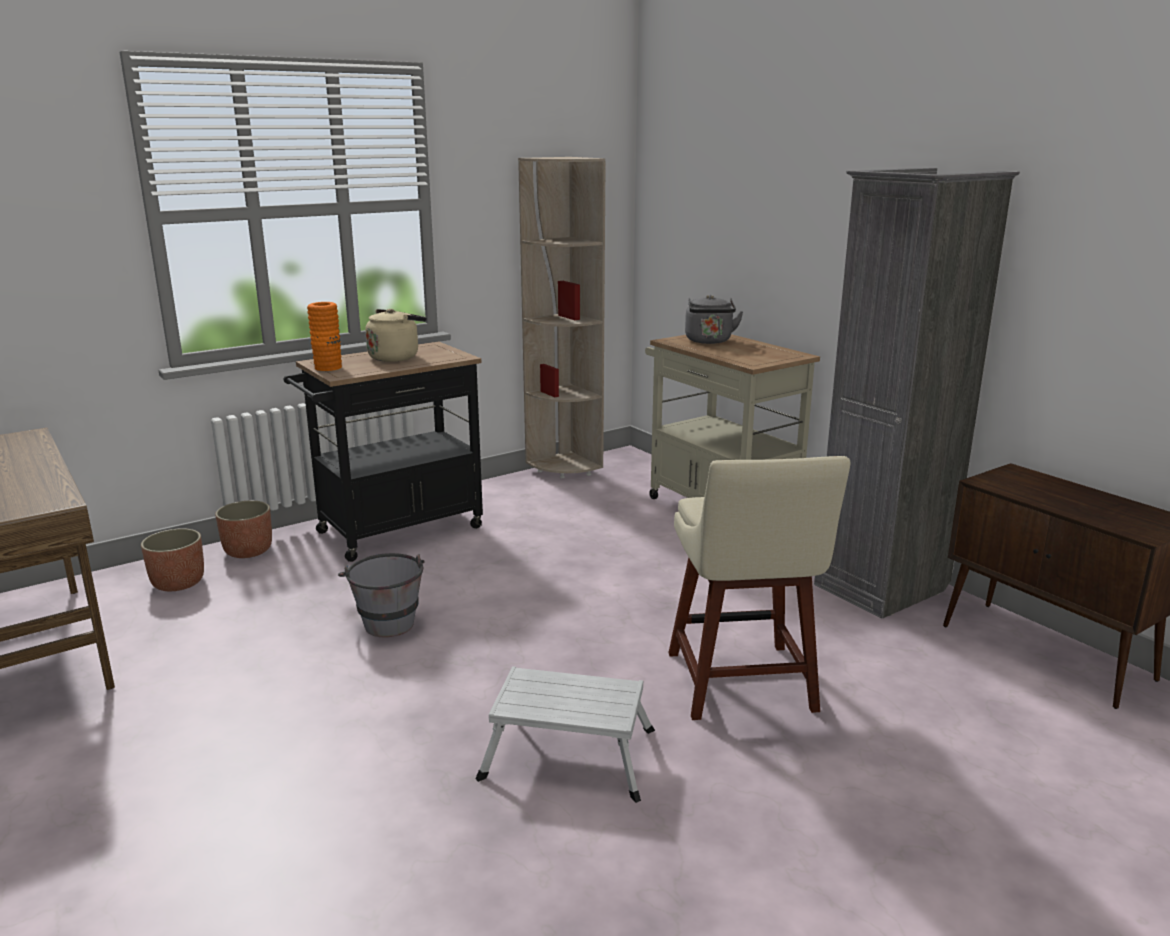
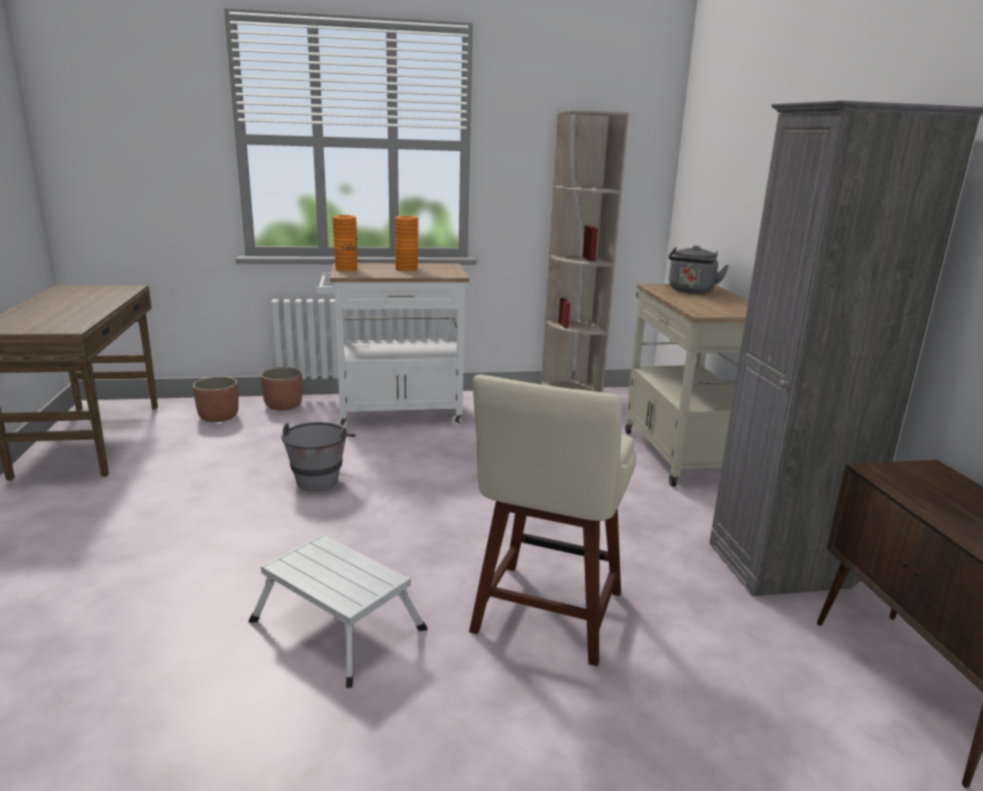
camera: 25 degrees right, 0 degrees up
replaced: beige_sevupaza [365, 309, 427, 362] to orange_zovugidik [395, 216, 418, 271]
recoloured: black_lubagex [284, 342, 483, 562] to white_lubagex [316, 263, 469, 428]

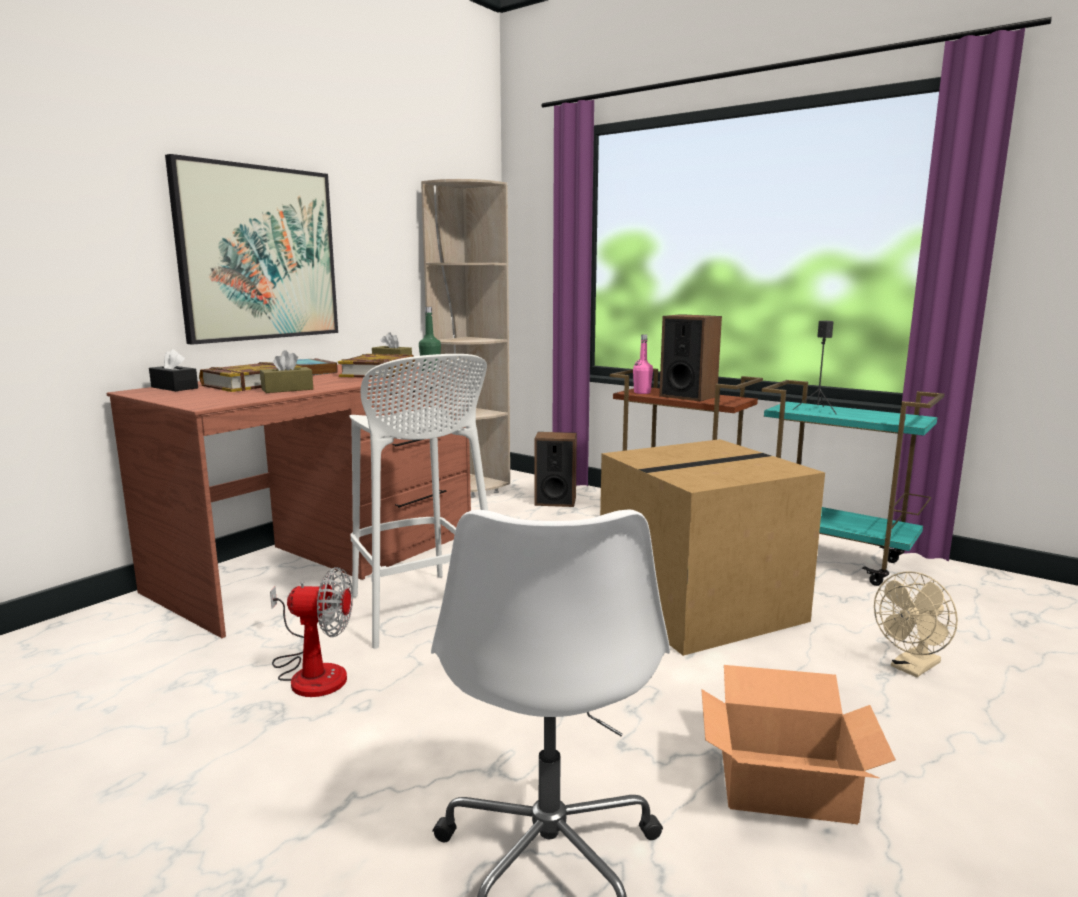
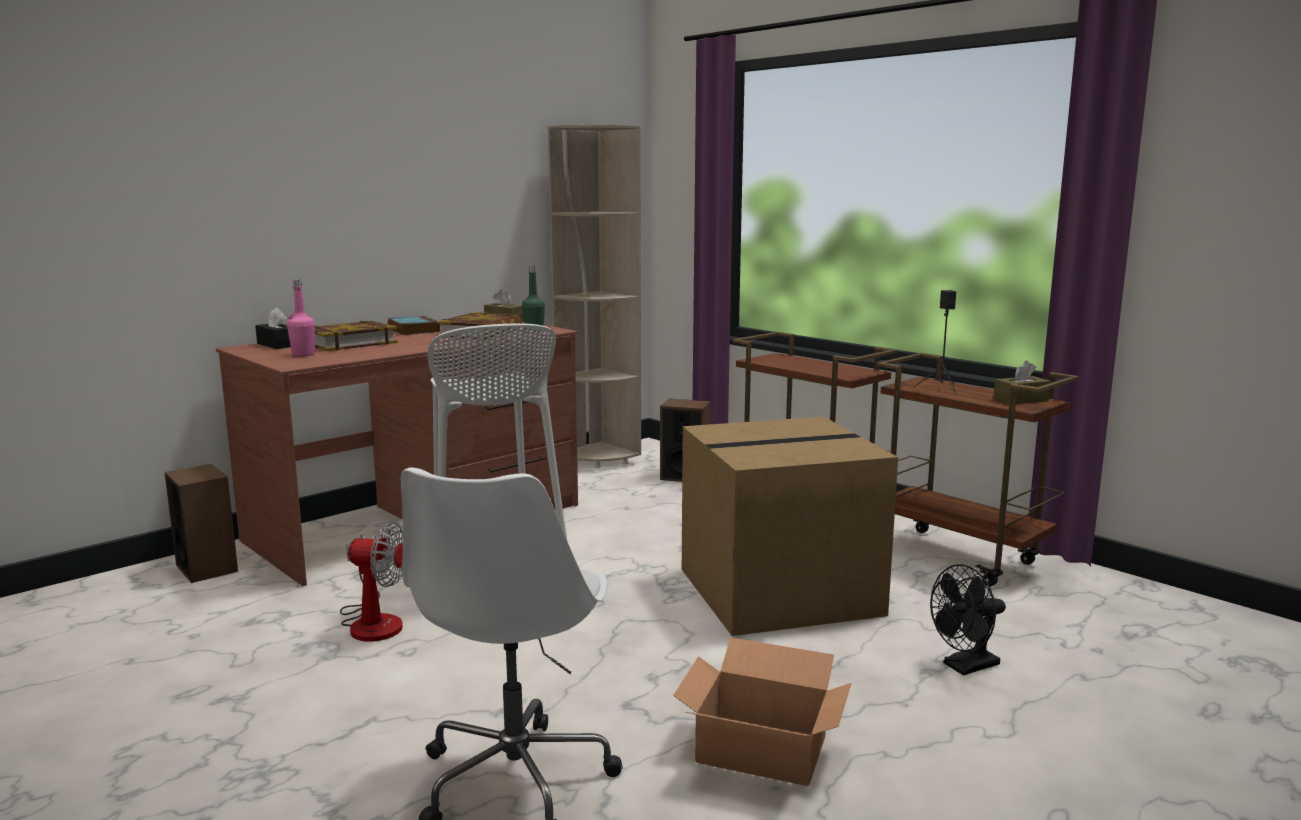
camera: 10 degrees right, 0 degrees up
removed: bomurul [165, 154, 338, 345]
moved: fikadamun [659, 314, 722, 401] to [164, 464, 238, 583]; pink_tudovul [633, 334, 653, 394] to [287, 279, 315, 357]; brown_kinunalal [260, 350, 313, 393] to [993, 361, 1051, 404]
recoloured: turquoise_lubagex [762, 380, 944, 586] to brown_lubagex [877, 353, 1079, 586]; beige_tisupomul [874, 571, 958, 677] to black_tisupomul [930, 564, 1006, 675]

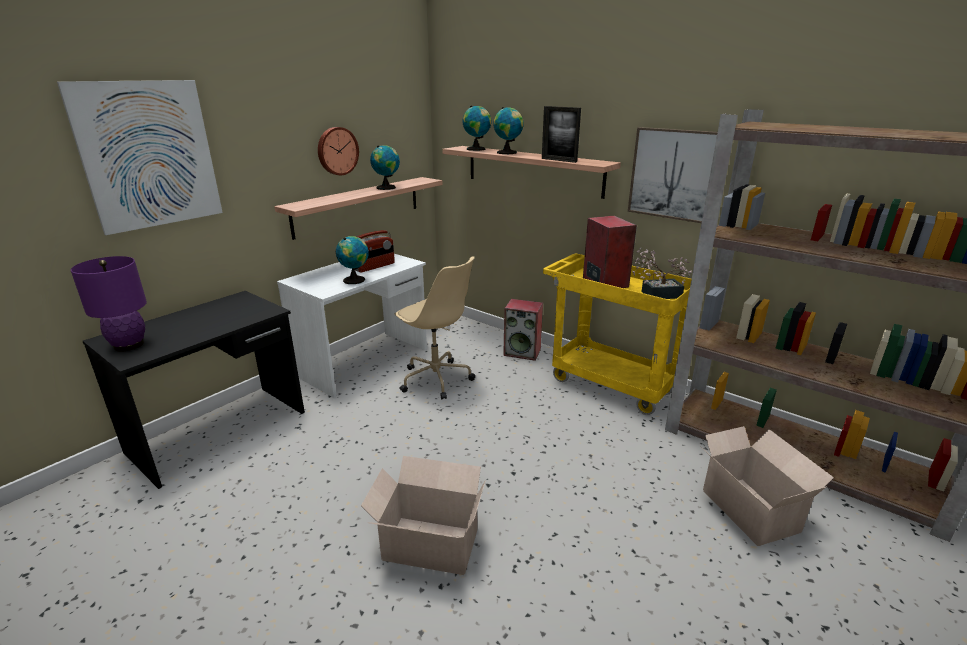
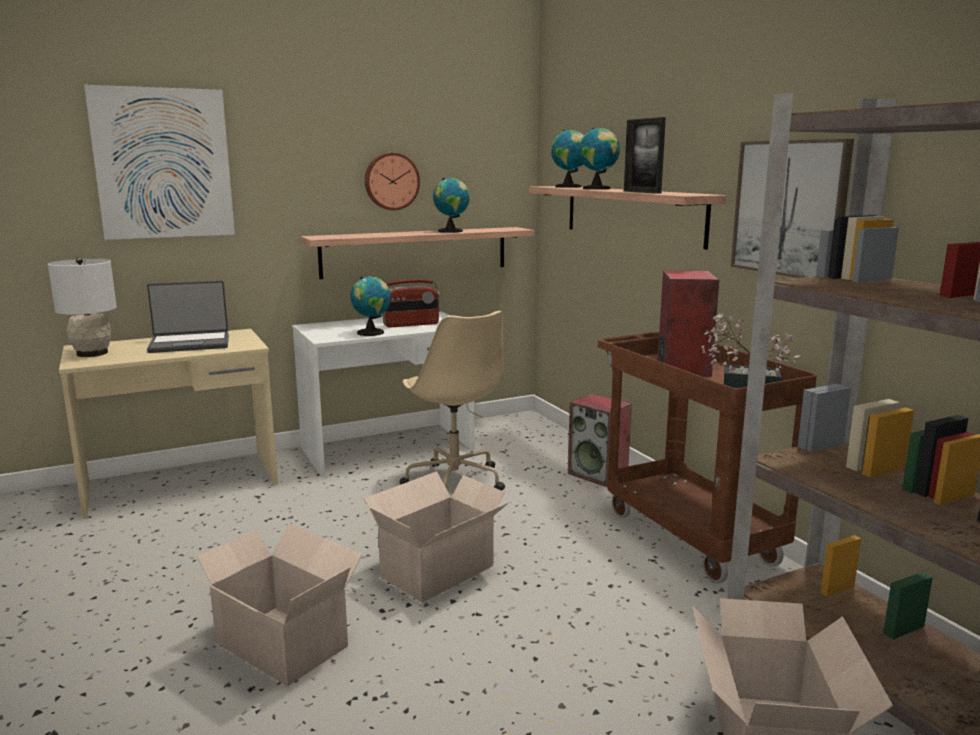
camera: 25 degrees right, 10 degrees down
added: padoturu [147, 281, 229, 353]; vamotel [364, 471, 510, 603]
recoloured: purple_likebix [71, 256, 147, 352] to white_likebix [48, 257, 117, 357]; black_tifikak [83, 291, 305, 489] to beige_tifikak [59, 329, 278, 519]; yellow_lubagex [543, 253, 691, 415] to brown_lubagex [598, 332, 817, 583]

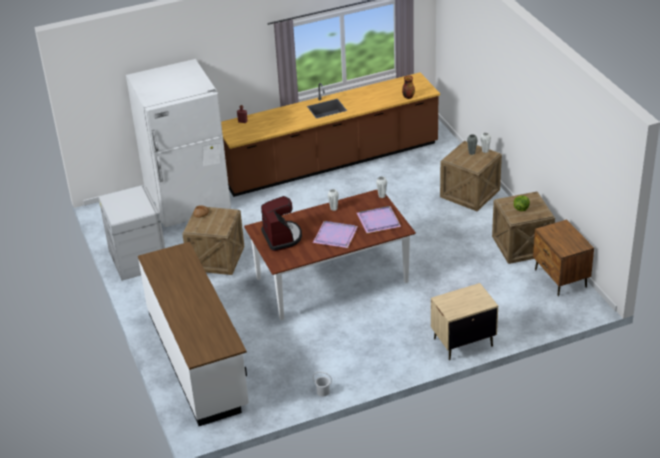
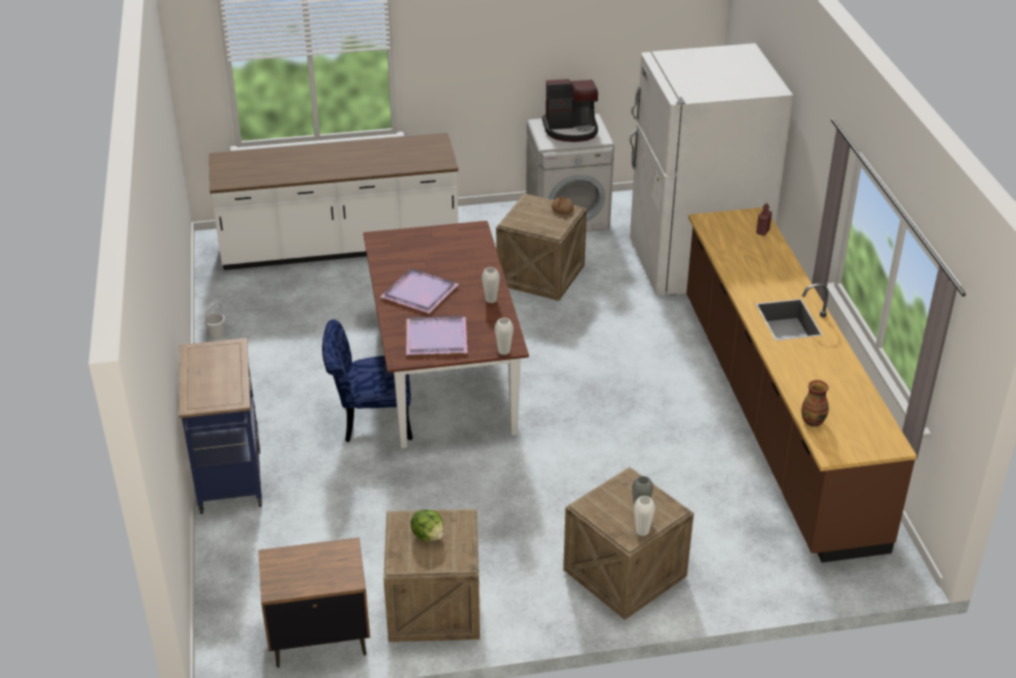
camera: 100 degrees right, 0 degrees up
added: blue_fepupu [322, 319, 413, 442]
moved: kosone [261, 196, 302, 251] to [542, 79, 598, 142]
replaced: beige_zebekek [431, 283, 498, 360] to blue_lubagex [179, 338, 262, 514]

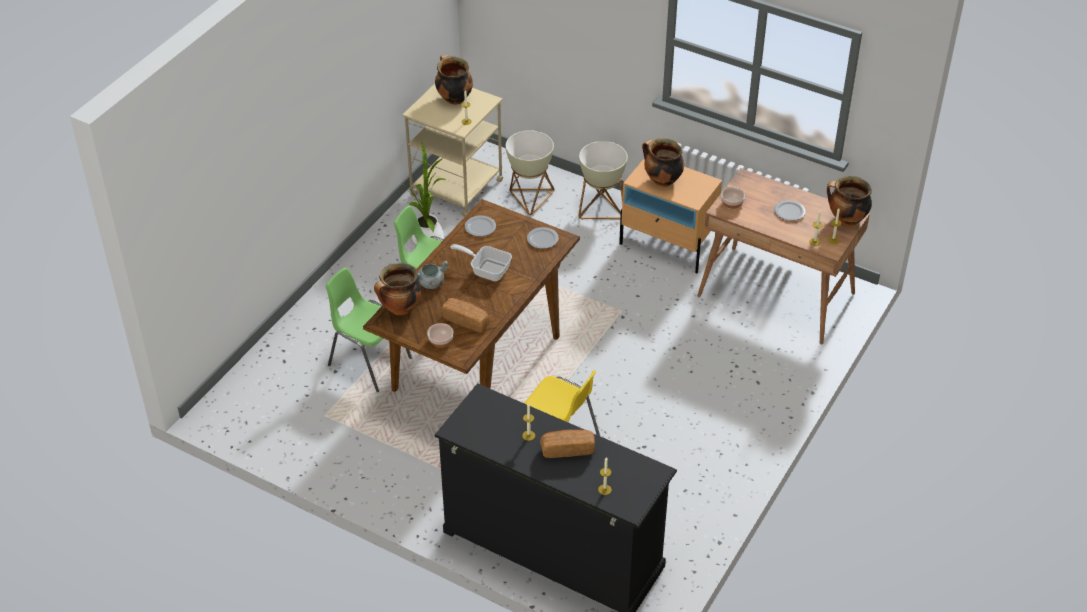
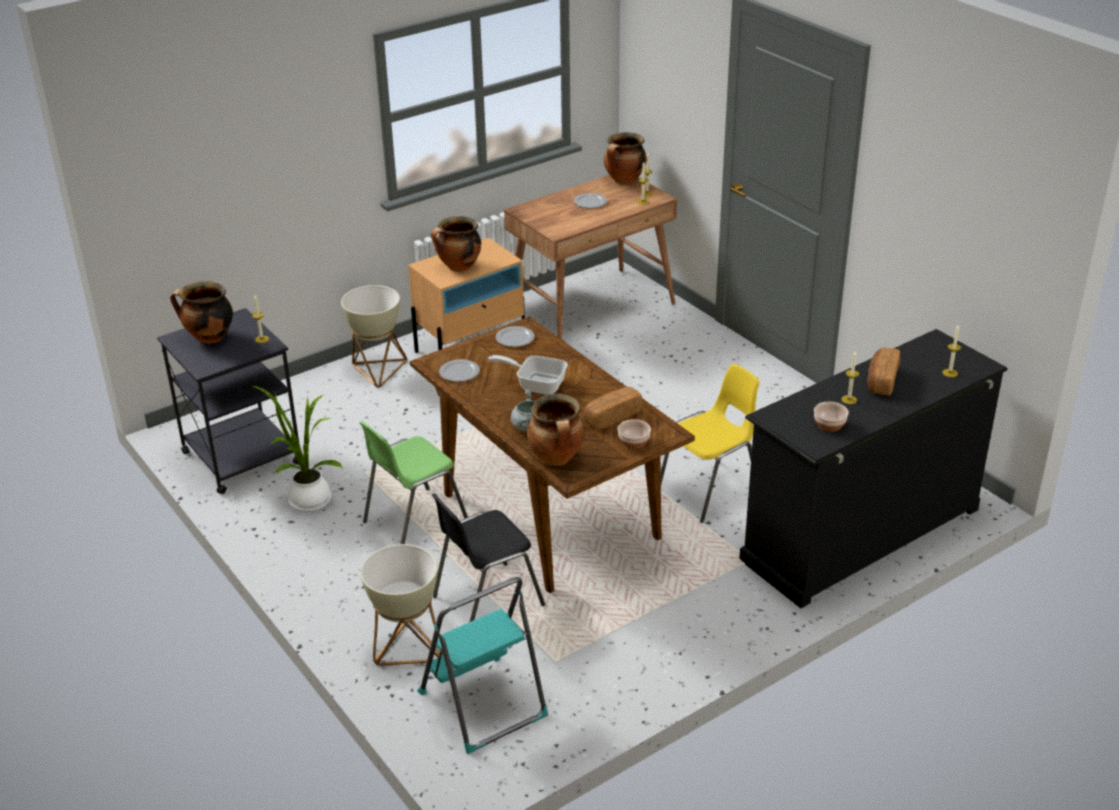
camera: 65 degrees left, 10 degrees down
added: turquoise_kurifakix [417, 577, 548, 754]
moved: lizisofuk [506, 130, 555, 215] to [360, 544, 443, 665]; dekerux [721, 187, 745, 209] to [814, 401, 849, 432]
recoloured: beige_lubagex [403, 84, 503, 217] to black_lubagex [157, 308, 299, 494]; green_fepupu [326, 268, 412, 392] to black_fepupu [432, 494, 545, 622]
turned: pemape [450, 244, 512, 281] = [488, 355, 568, 395] 60 degrees clockwise

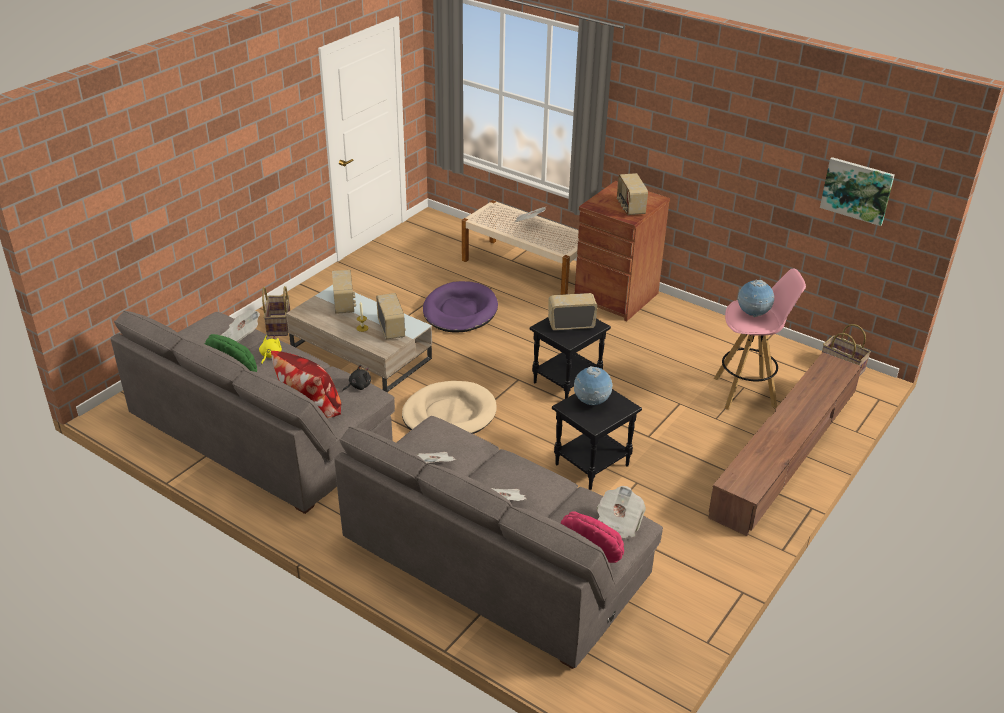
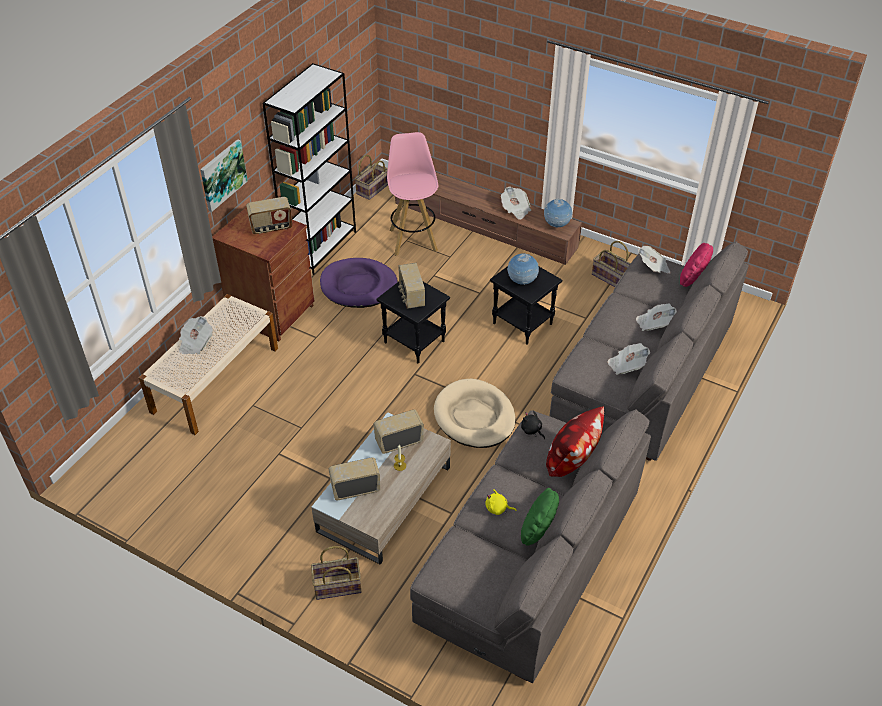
camera: 95 degrees left, 10 degrees up
added: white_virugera [262, 63, 356, 275]; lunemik [592, 241, 631, 287]
moved: bomurul [820, 157, 895, 226] to [200, 139, 247, 212]; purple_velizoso [423, 281, 498, 333] to [320, 258, 398, 308]; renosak [221, 310, 260, 342] to [501, 187, 531, 220]; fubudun [738, 280, 774, 317] to [544, 199, 573, 227]

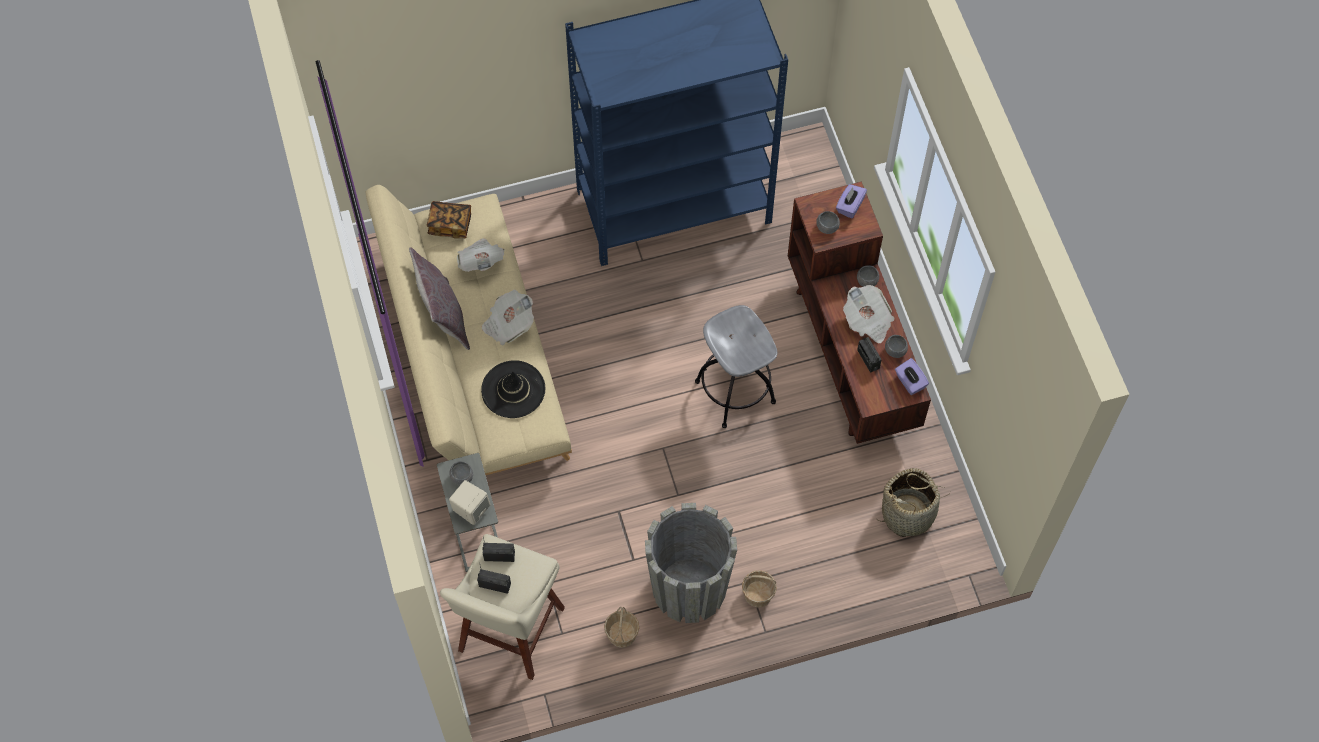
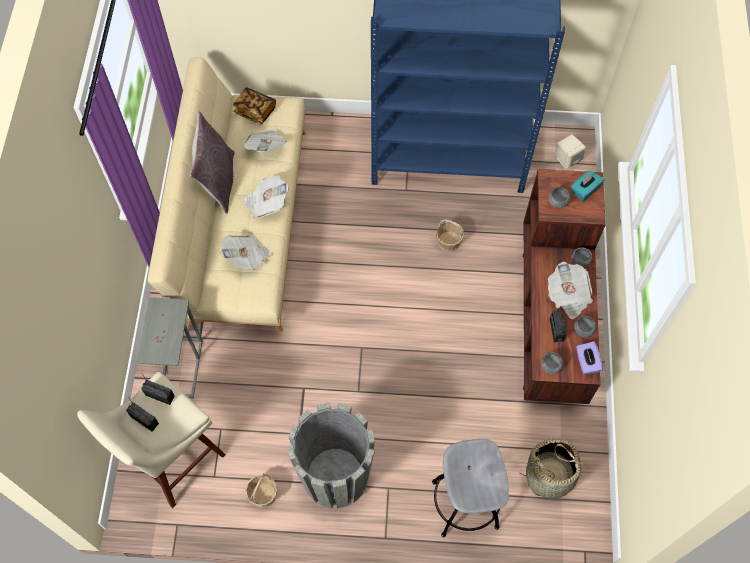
camera: 20 degrees right, 0 degrees up
moved: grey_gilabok [695, 305, 777, 428] to [432, 439, 509, 537]; lunemik [742, 570, 777, 607] to [436, 219, 464, 252]; grey_dekerux [449, 461, 473, 485] to [541, 352, 563, 374]; beige_fikadamun [449, 480, 491, 525] to [555, 134, 586, 169]
replaced: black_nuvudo [481, 360, 545, 418] to renosak [220, 235, 272, 270]
recoloured: purple_kinunalal [836, 184, 867, 219] to turquoise_kinunalal [571, 171, 604, 201]

